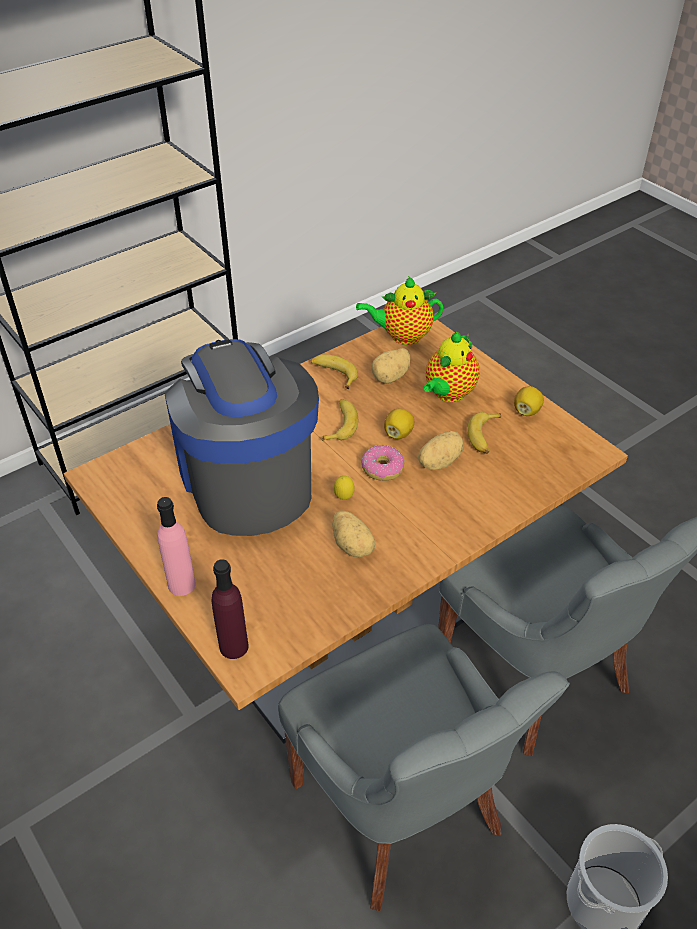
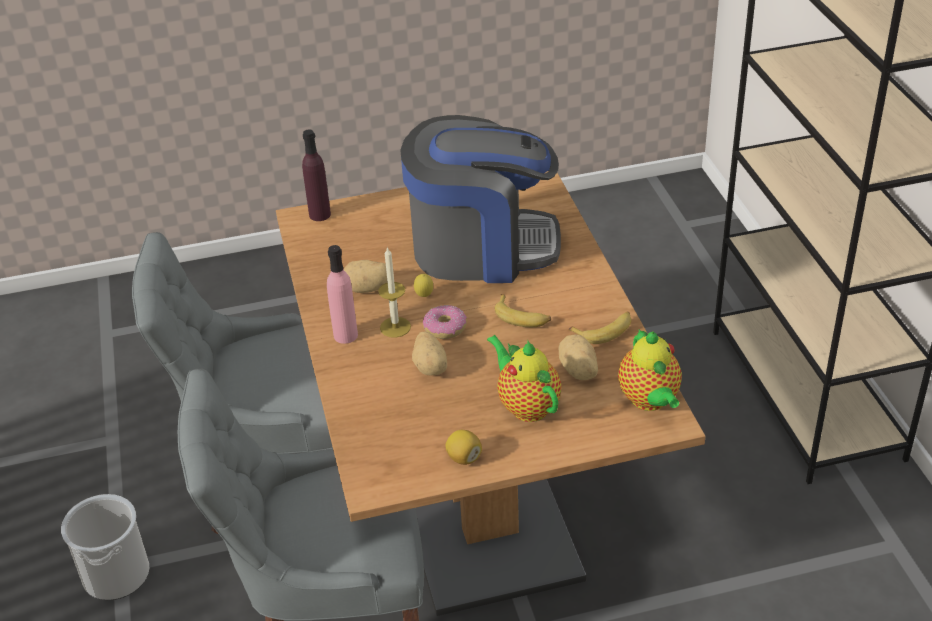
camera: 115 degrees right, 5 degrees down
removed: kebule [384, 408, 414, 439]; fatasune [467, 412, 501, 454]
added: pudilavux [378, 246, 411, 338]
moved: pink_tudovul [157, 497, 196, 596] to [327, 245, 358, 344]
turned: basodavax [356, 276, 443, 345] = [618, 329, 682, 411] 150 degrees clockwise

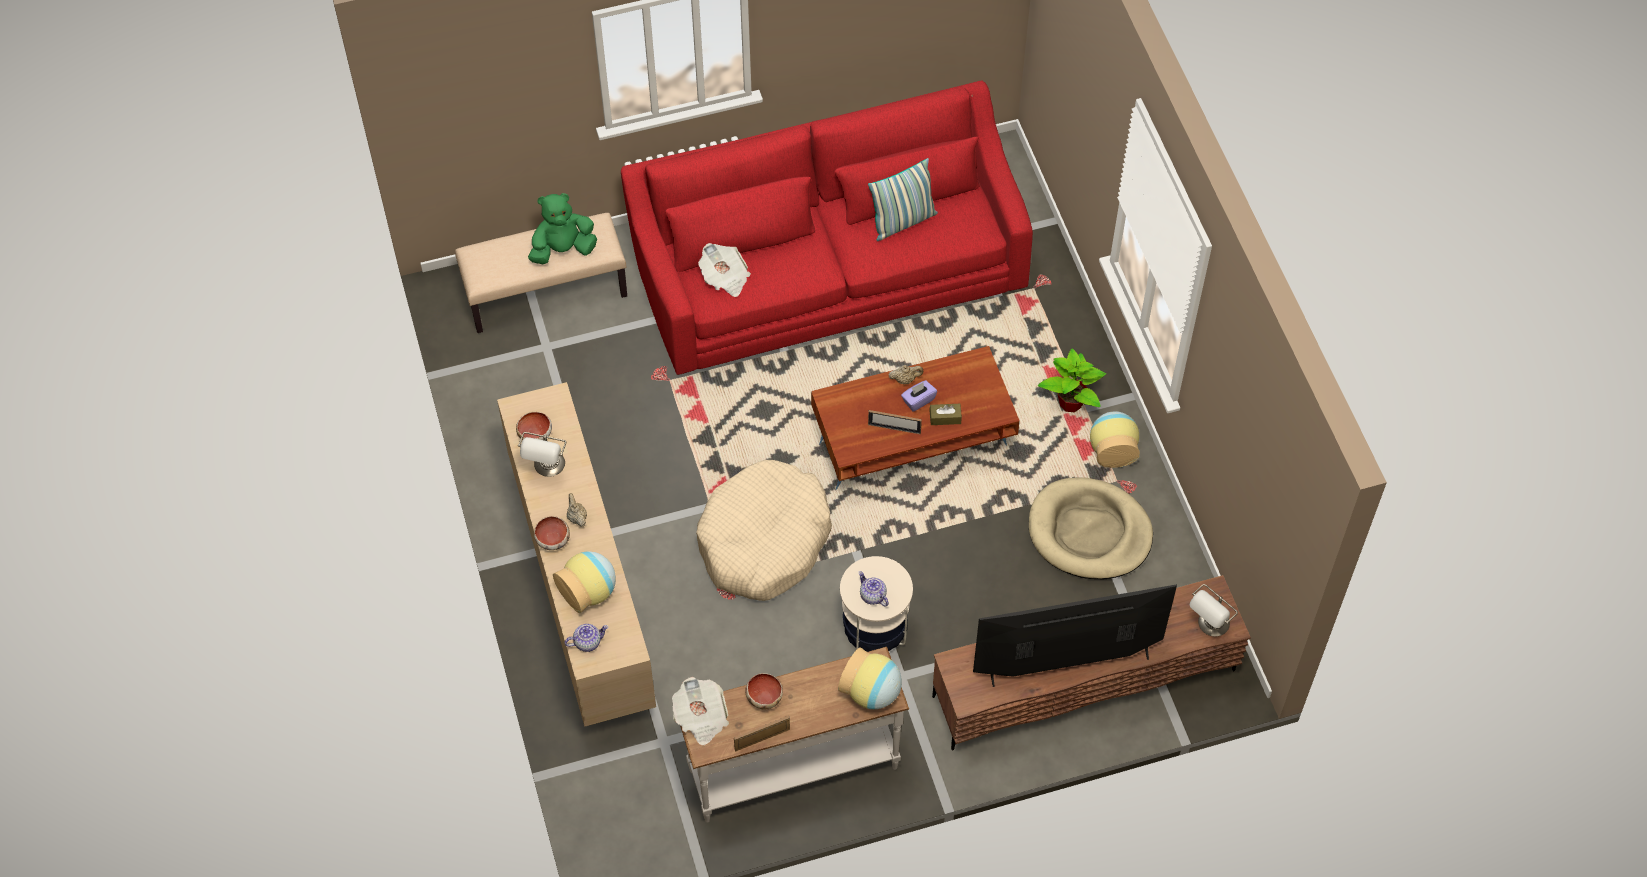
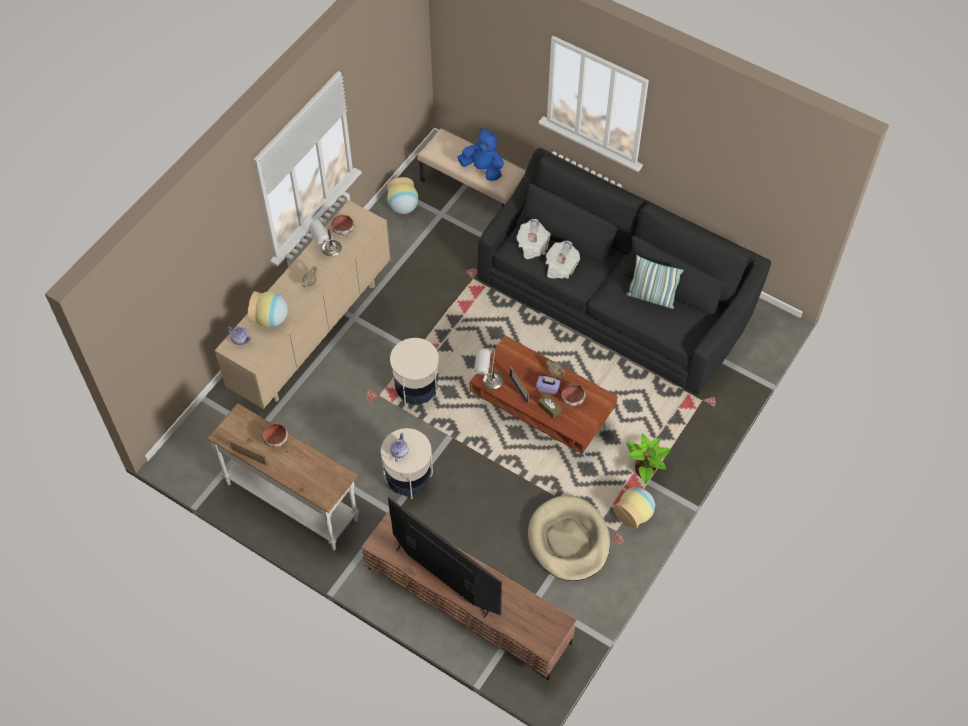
camera: 50 degrees right, 0 degrees up
moved: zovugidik [838, 647, 902, 709] to [387, 177, 419, 214]; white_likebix [1190, 584, 1238, 637] to [474, 348, 503, 389]; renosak [672, 677, 729, 745] to [546, 241, 580, 279]; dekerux [534, 516, 570, 550] to [562, 384, 586, 407]
replaced: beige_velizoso [696, 460, 832, 601] to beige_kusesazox [390, 338, 439, 406]
recoloured: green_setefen [528, 193, 597, 264] to blue_setefen [457, 128, 504, 181]; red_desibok [621, 81, 1033, 375] to black_desibok [477, 148, 771, 396]

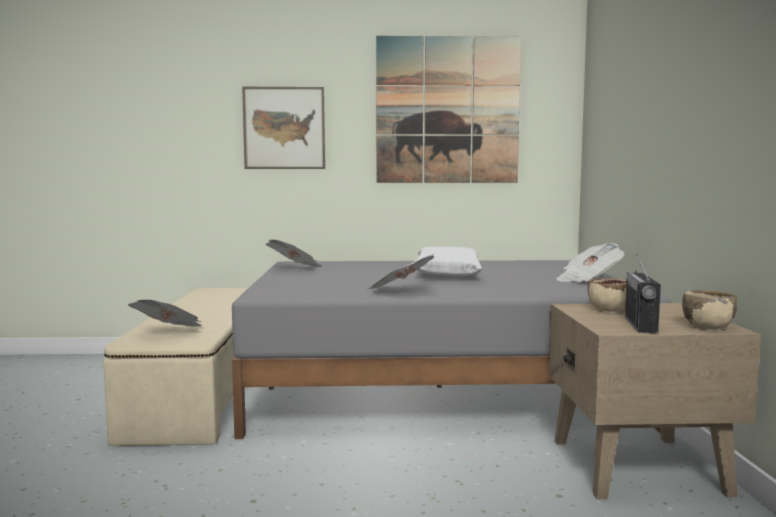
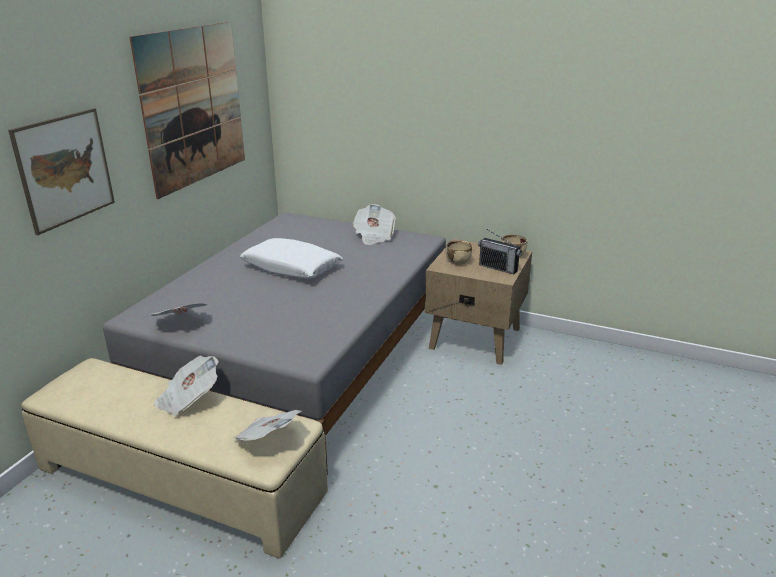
camera: 65 degrees left, 20 degrees up
moved: renosak [368, 254, 434, 289] to [154, 355, 219, 416]

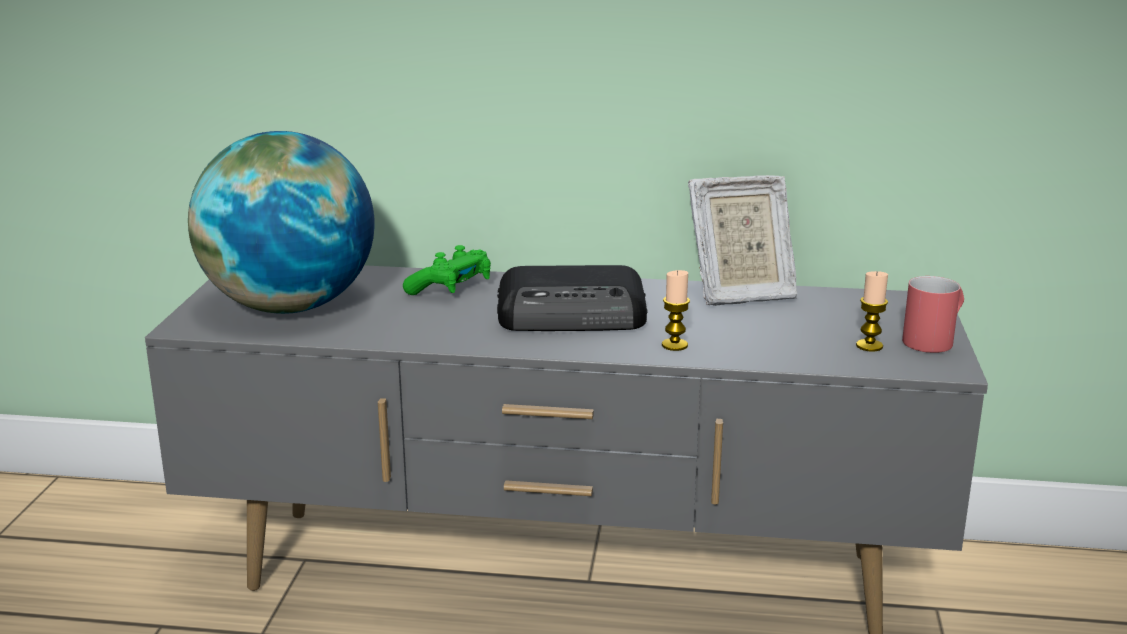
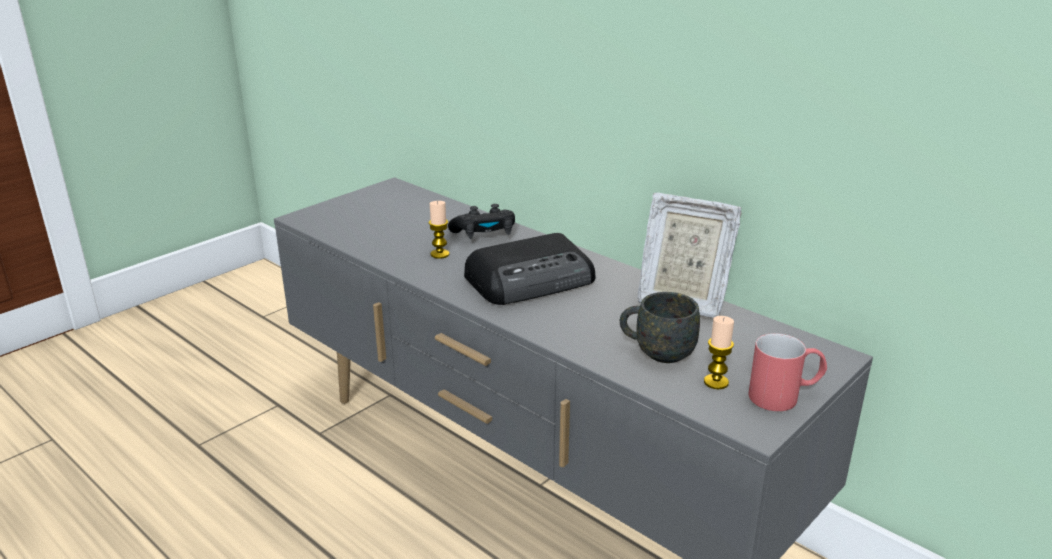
camera: 35 degrees right, 5 degrees up
removed: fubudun [188, 131, 375, 314]
added: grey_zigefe [620, 292, 700, 363]
moved: pudilavux [662, 270, 690, 351] to [429, 201, 450, 259]
recoloured: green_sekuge [403, 245, 491, 295] to black_sekuge [448, 204, 515, 239]
turned: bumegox [497, 265, 648, 331] = [464, 233, 595, 305] 60 degrees counterclockwise

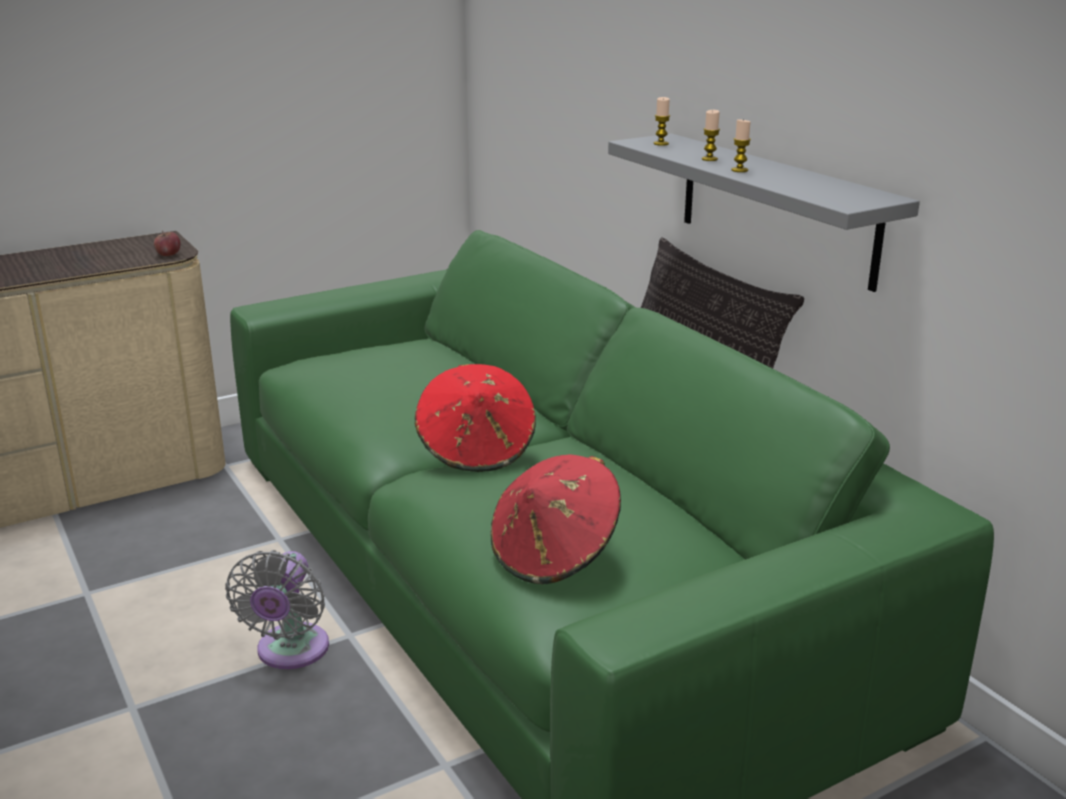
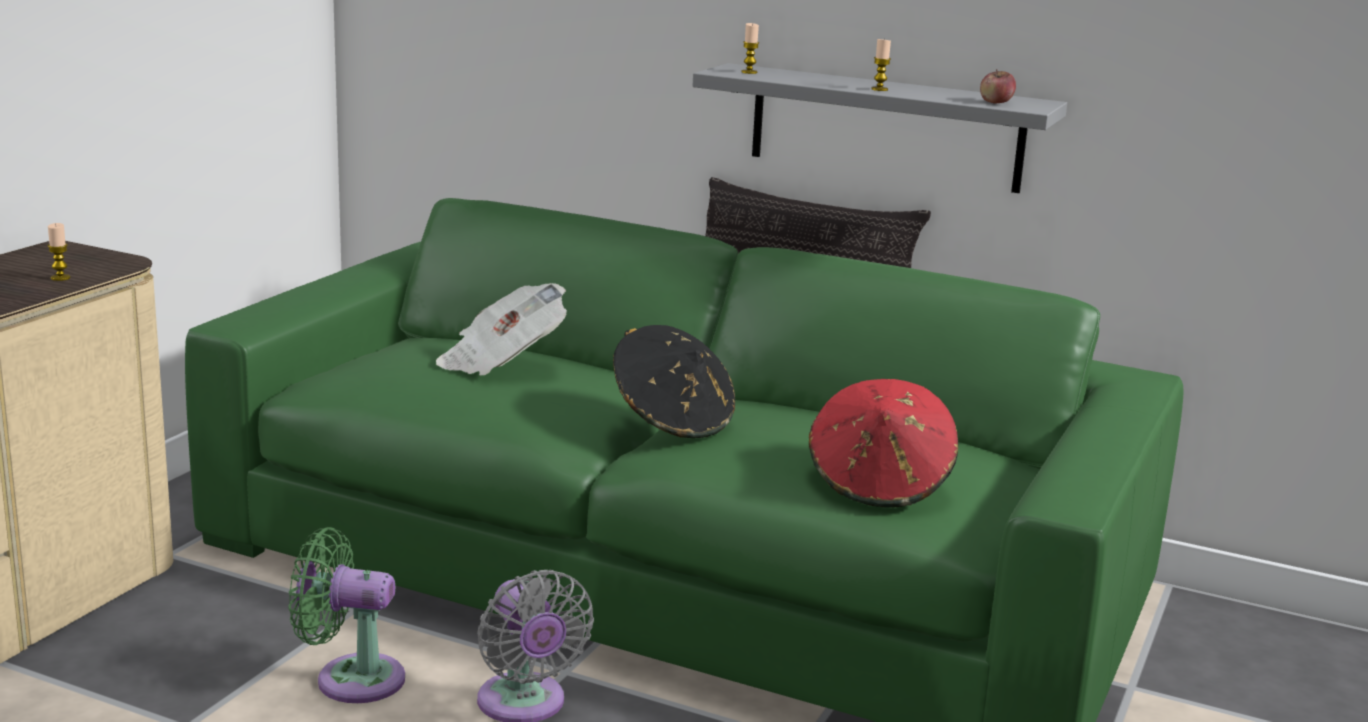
camera: 35 degrees left, 5 degrees down
added: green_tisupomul [288, 527, 405, 703]; renosak [436, 283, 567, 376]
moved: pudilavux [702, 110, 720, 161] to [48, 223, 71, 281]; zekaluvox [154, 231, 180, 256] to [980, 69, 1016, 103]
recoloured: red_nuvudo [415, 364, 536, 472] to black_nuvudo [613, 325, 735, 438]

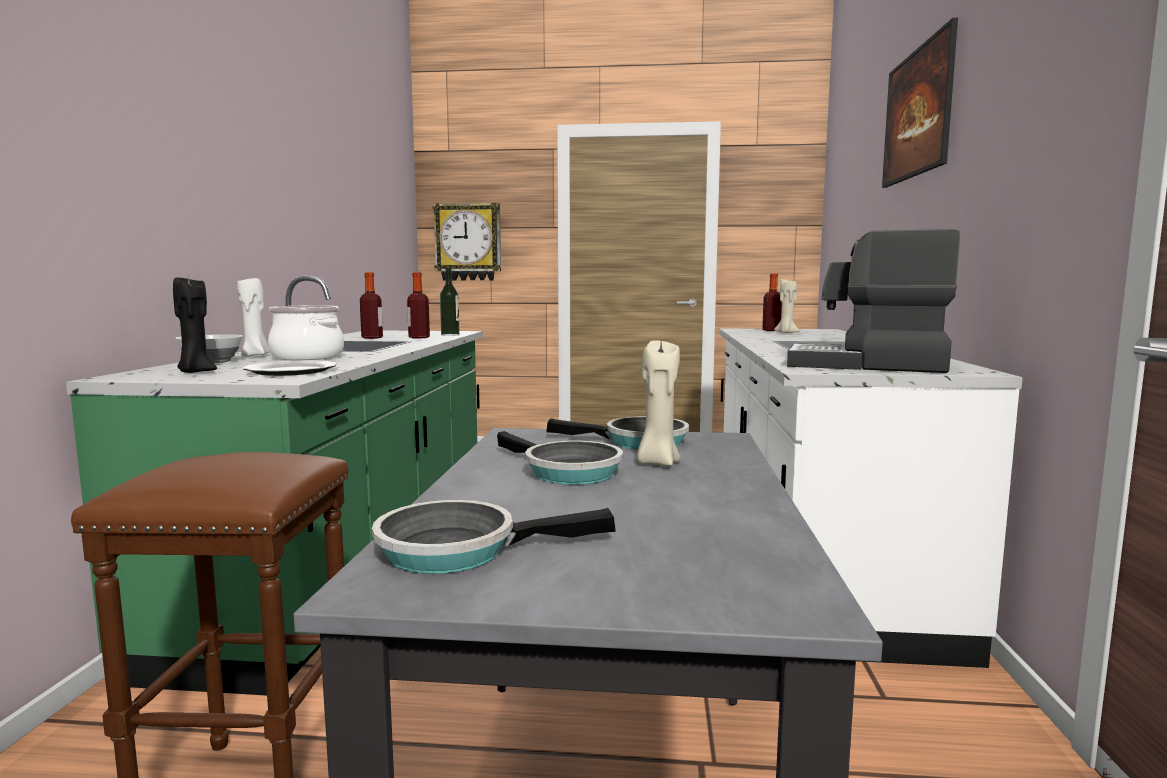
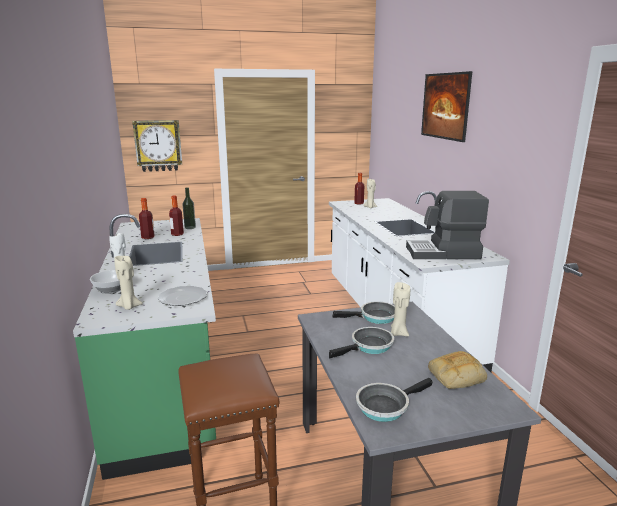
camera: 20 degrees left, 10 degrees up
removed: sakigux [268, 305, 344, 360]
added: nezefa [428, 351, 487, 389]
recoloured: black_pudilavux [173, 275, 217, 373] to beige_pudilavux [114, 256, 143, 310]
turned: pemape [497, 431, 623, 485] = [329, 327, 394, 359] 60 degrees counterclockwise

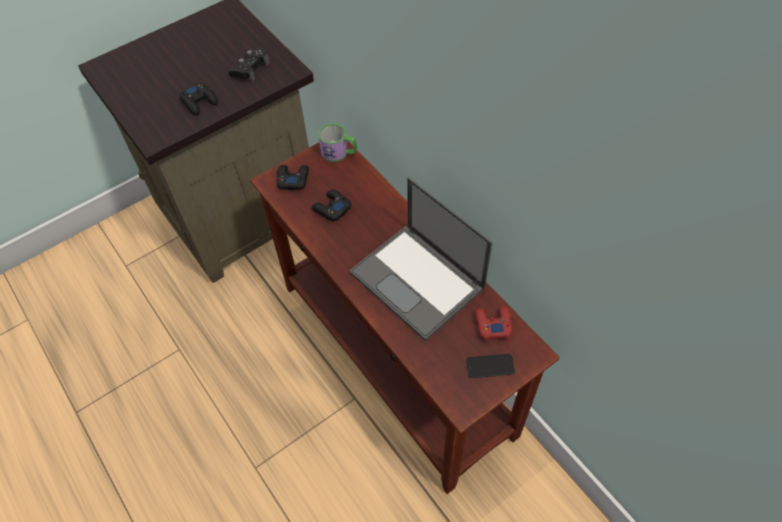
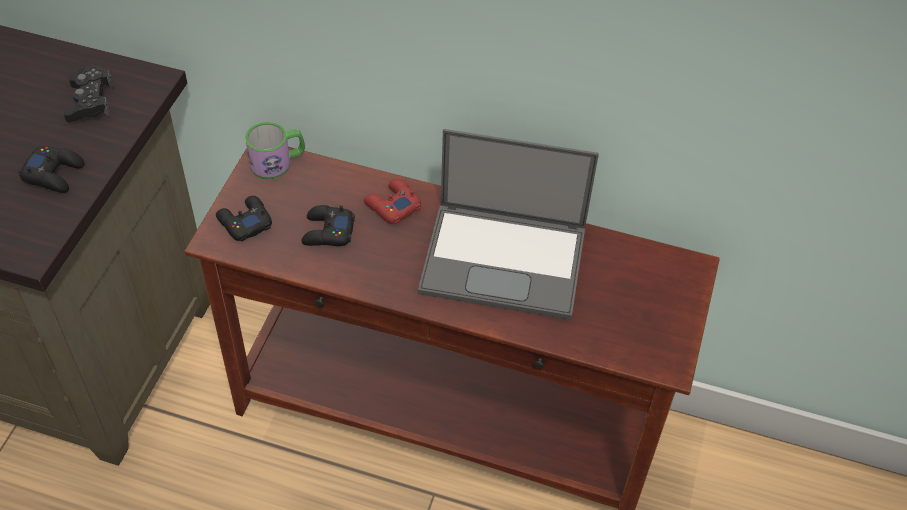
camera: 40 degrees left, 5 degrees down
removed: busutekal [466, 354, 515, 378]
moved: red_sekuge [475, 306, 513, 340] to [363, 179, 421, 224]

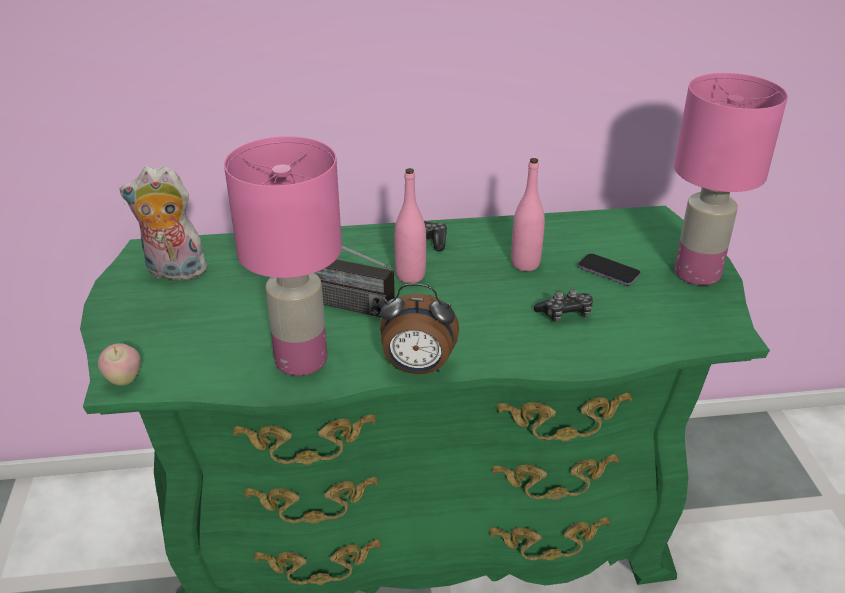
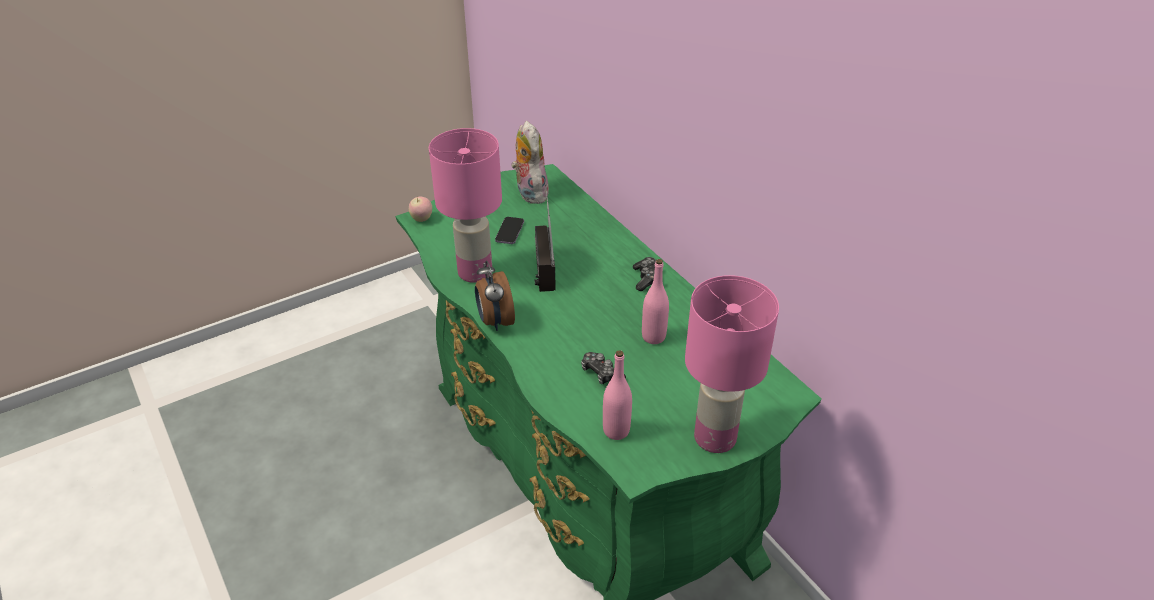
camera: 65 degrees right, 5 degrees up
moved: busutekal [578, 253, 641, 285] to [495, 217, 524, 244]; pink_tudovul [394, 168, 426, 283] to [603, 350, 632, 440]

